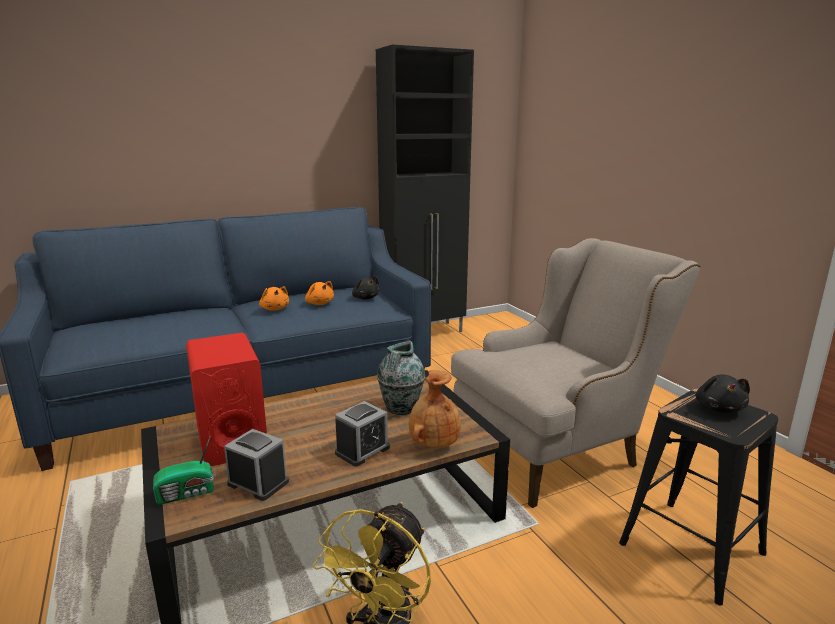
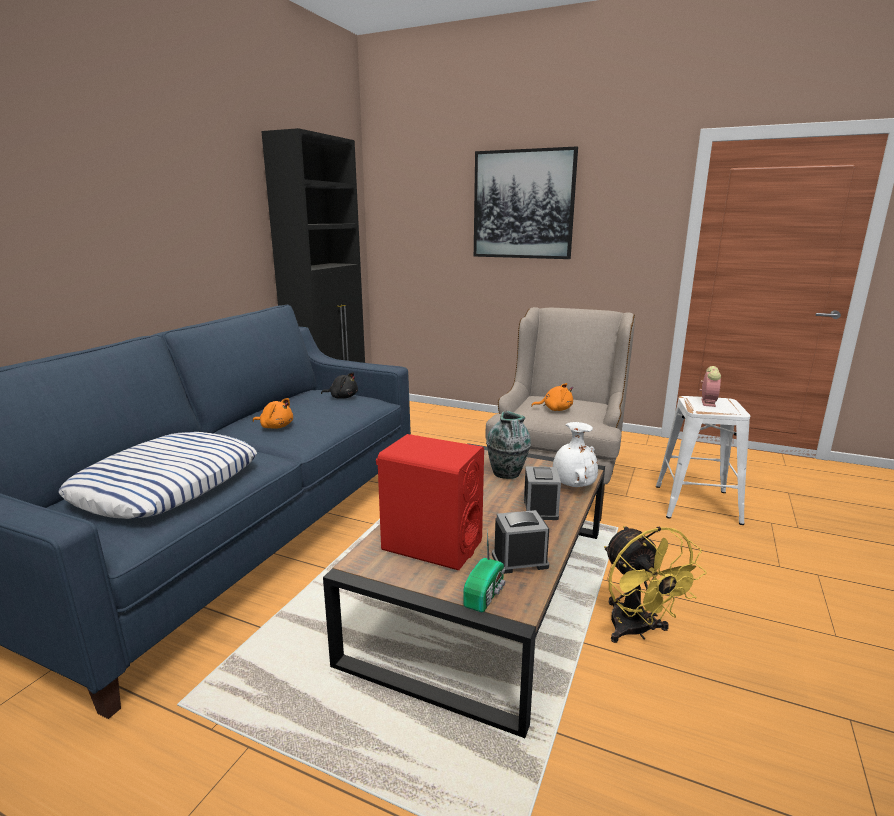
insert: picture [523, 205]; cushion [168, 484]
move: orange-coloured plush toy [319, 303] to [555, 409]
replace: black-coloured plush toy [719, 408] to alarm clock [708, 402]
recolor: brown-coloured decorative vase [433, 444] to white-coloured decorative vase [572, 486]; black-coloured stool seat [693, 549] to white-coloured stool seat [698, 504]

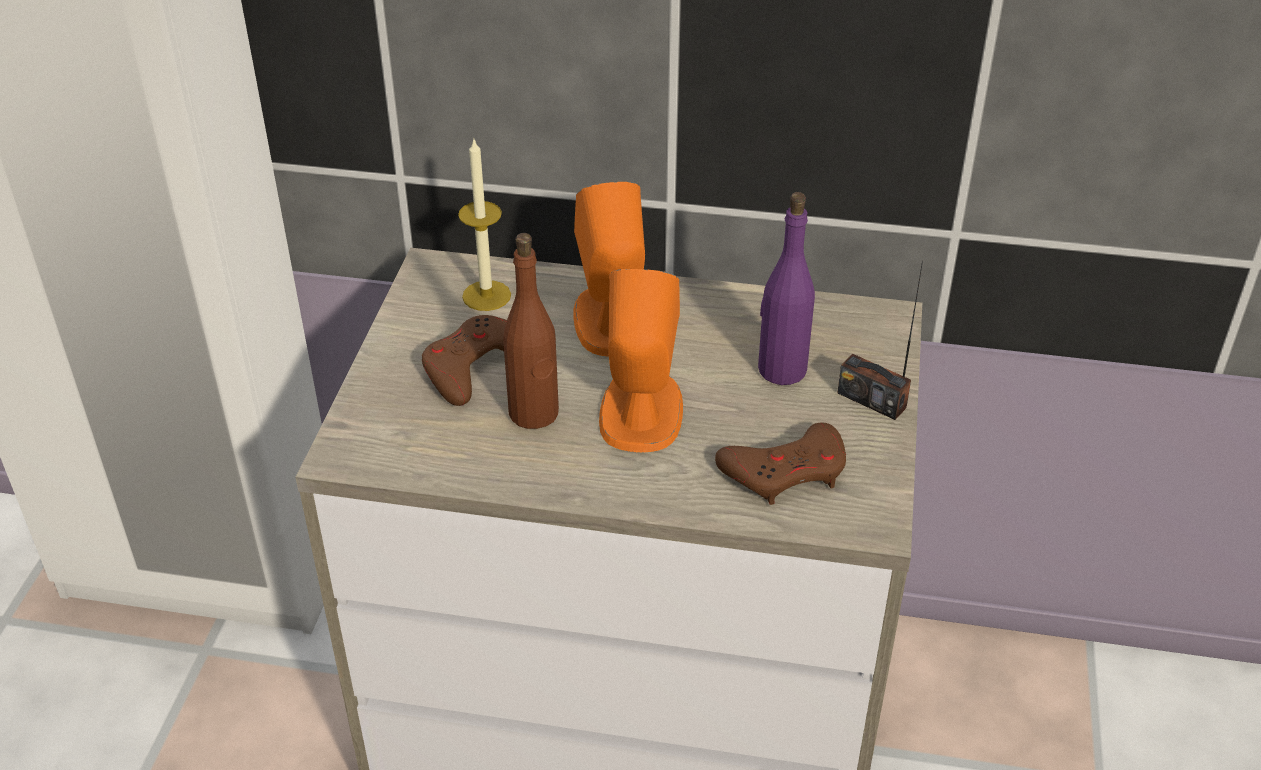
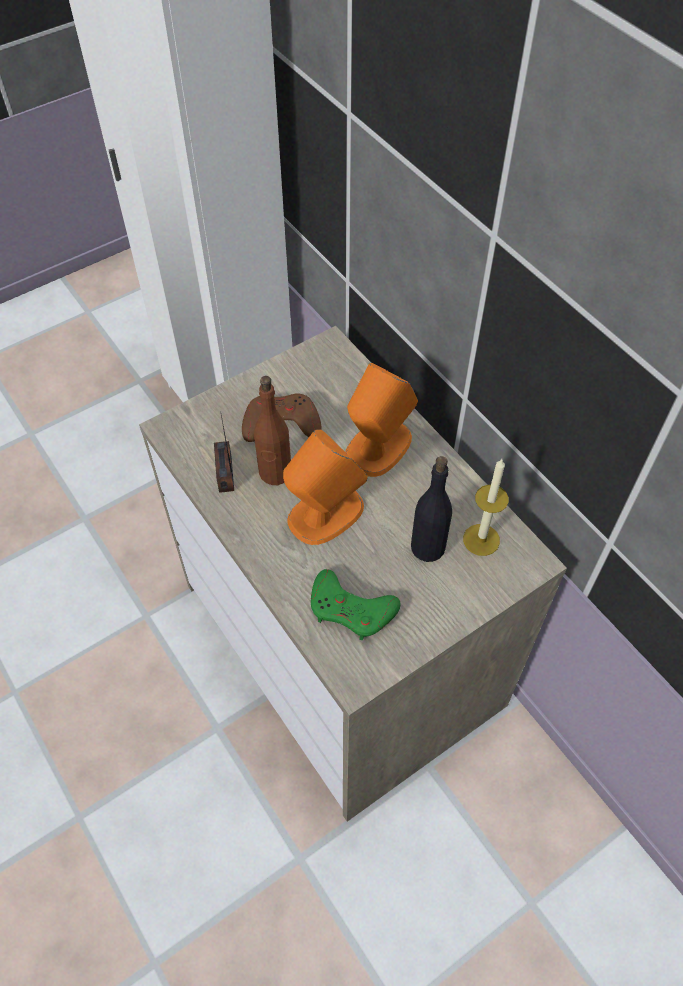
move: wax light [486, 296] to [481, 539]; radio [872, 400] to [225, 473]
recolor: purple beverage bottle [781, 370] to black-coloured beverage bottle [427, 547]; brown-coloured game controller [786, 471] to greenish game controller [351, 609]

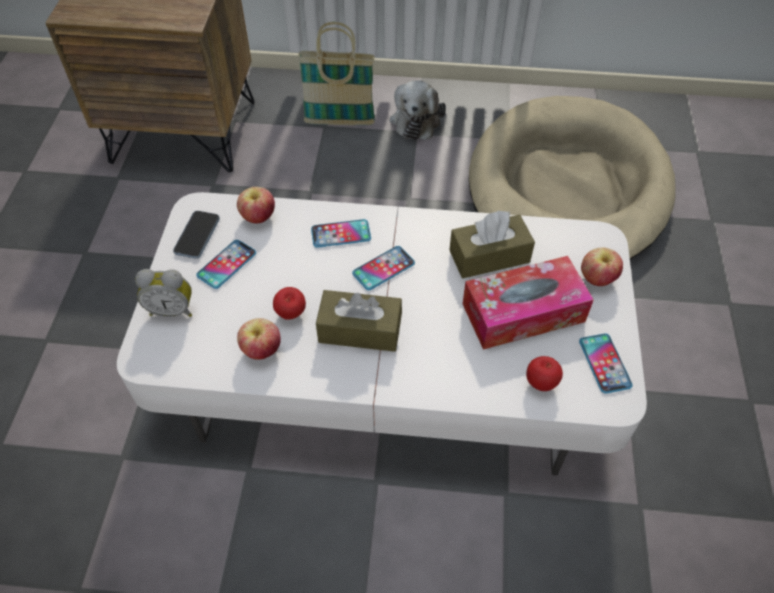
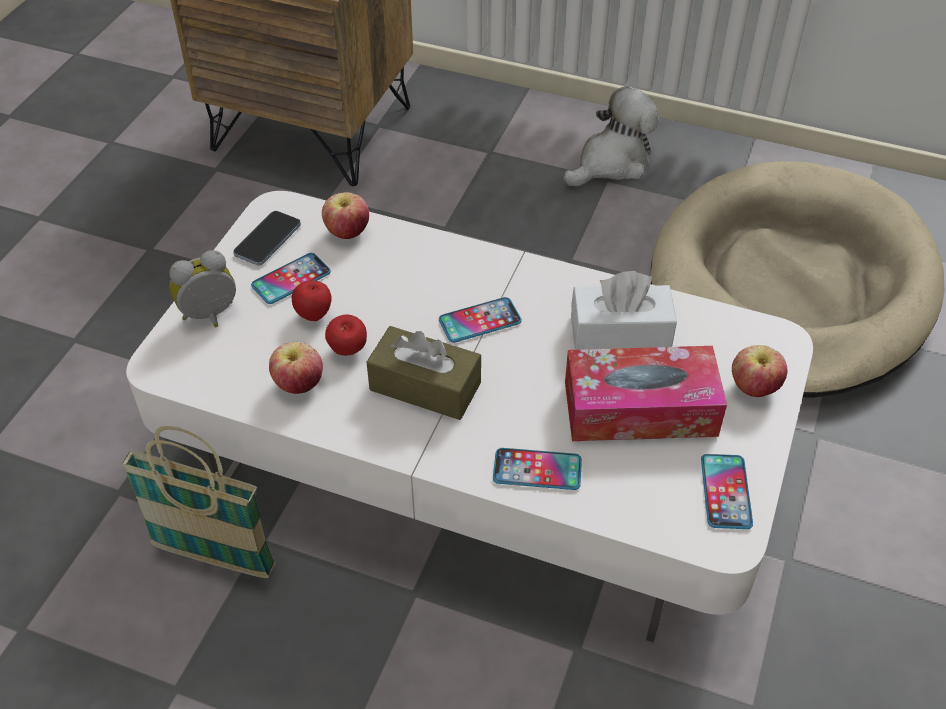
move: storage basket [339, 122] to [214, 557]; phone [341, 234] to [537, 470]; apple [541, 383] to [314, 315]
recolor: brown-coloured tissue holder [489, 256] to white-coloured tissue holder [620, 333]
rotate: plush toy [416, 119] = [612, 163] 150 degrees counterclockwise; alarm clock [172, 309] = [211, 317] 135 degrees clockwise

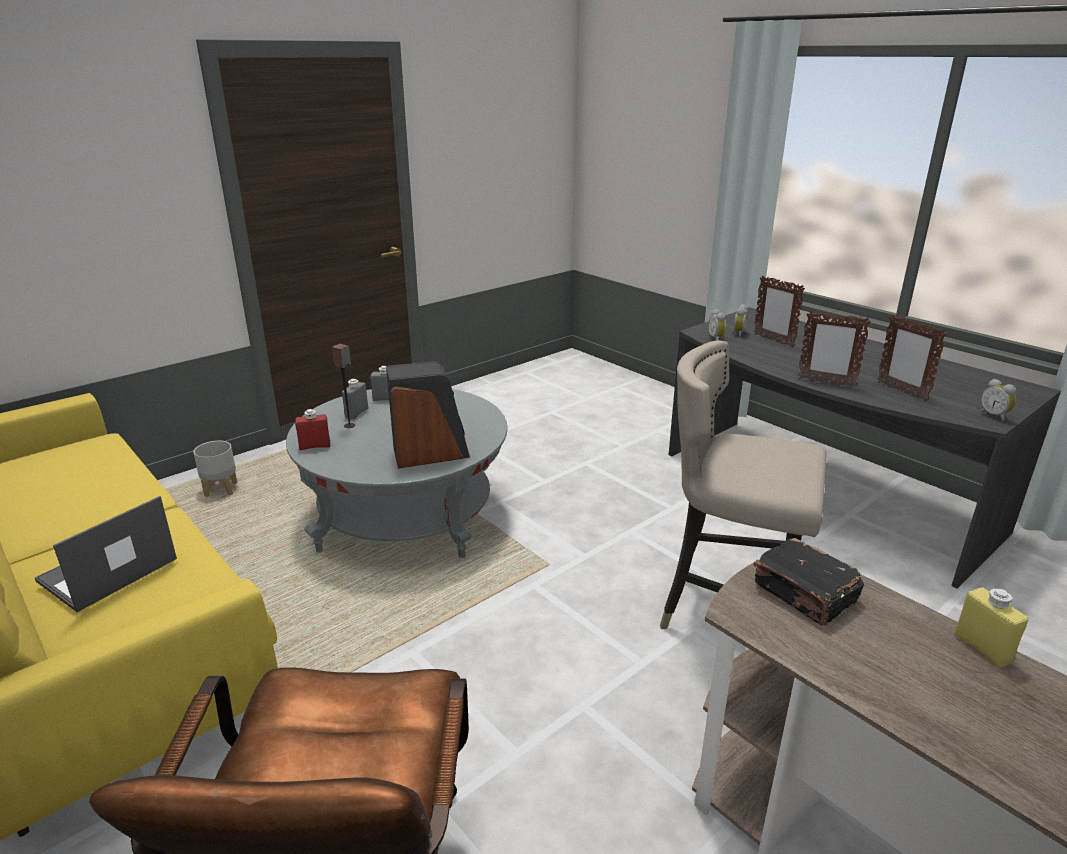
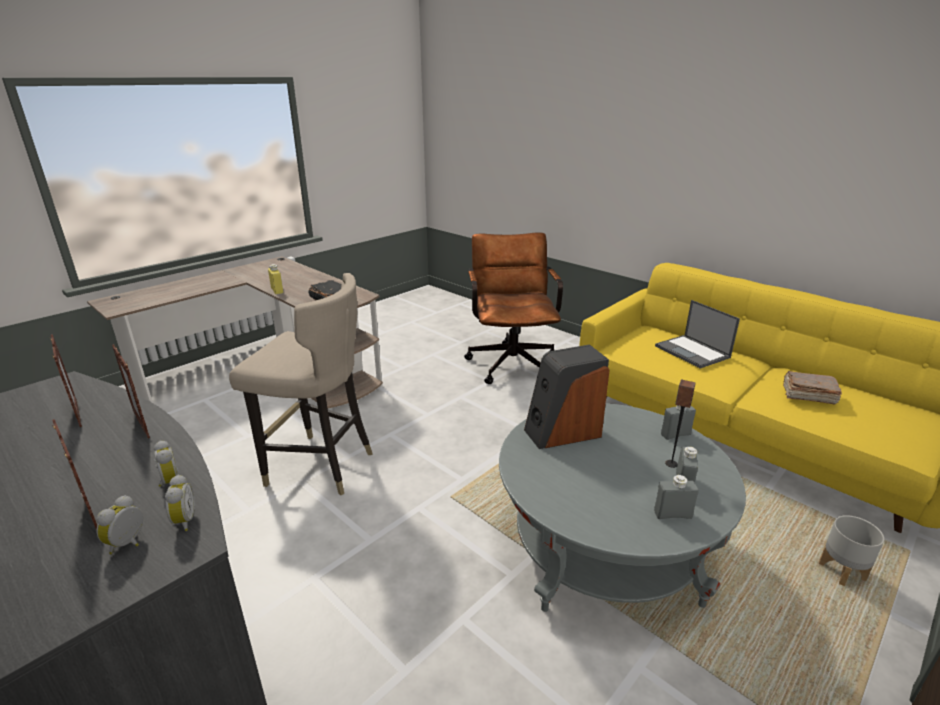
insert: brown-coloured book [807, 395]
move: alarm clock [994, 415] to [169, 483]
recolor: red-coloured beverage bottle [315, 446] to greyish beverage bottle [675, 434]
rotate: photo frame [825, 382] = [142, 425] 150 degrees counterclockwise; notebook computer [107, 571] = [693, 352] 120 degrees clockwise

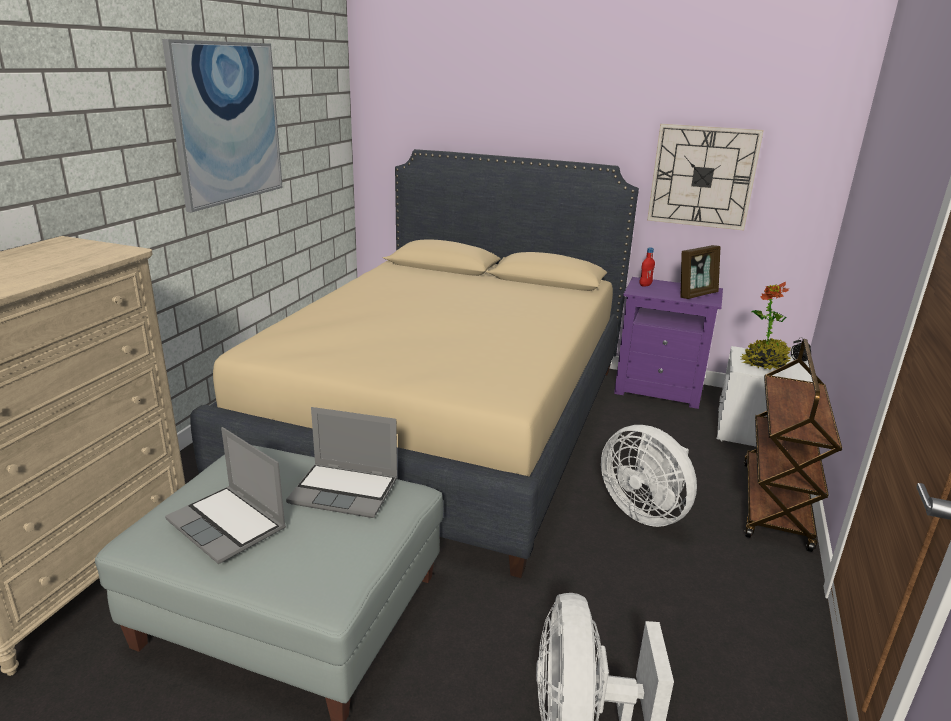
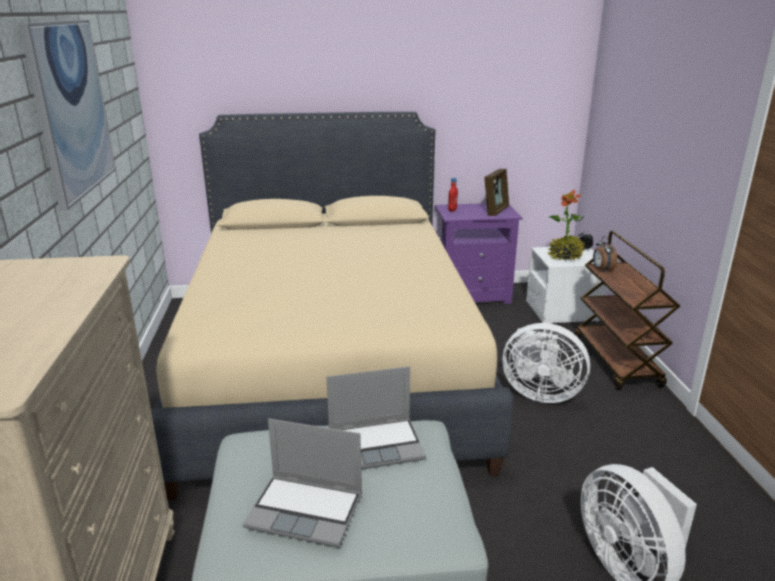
delete: hanging clock [702, 177]
insert: alarm clock [602, 270]

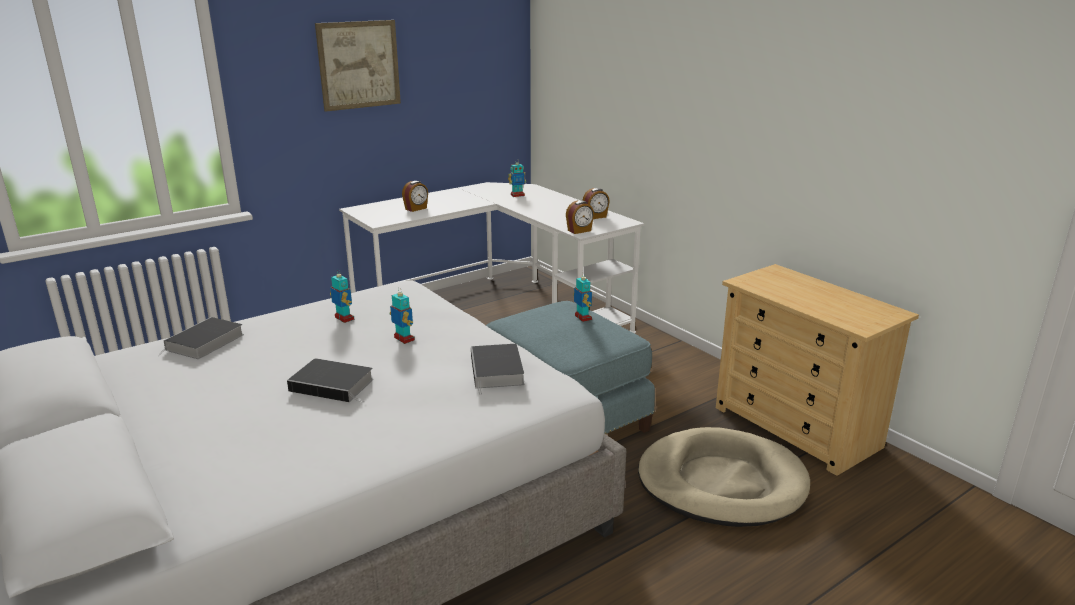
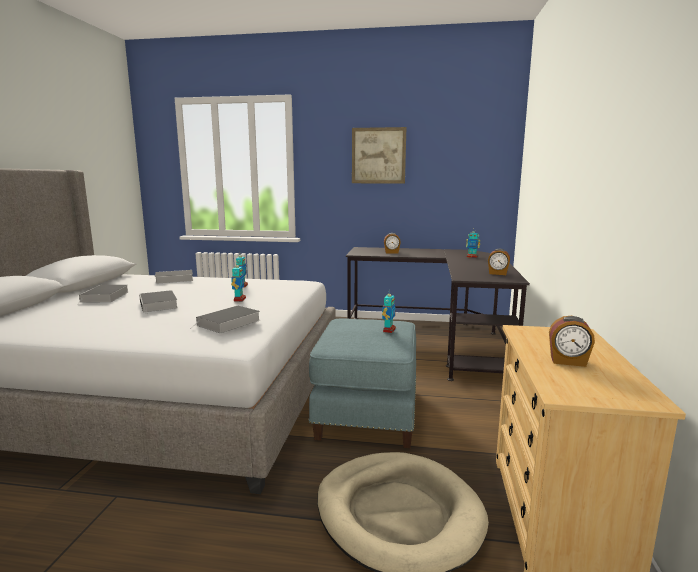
insert: book [105, 297]
move: alarm clock [579, 231] to [568, 361]
recolor: white-coloured desk unit [497, 309] to black-coloured desk unit [438, 340]

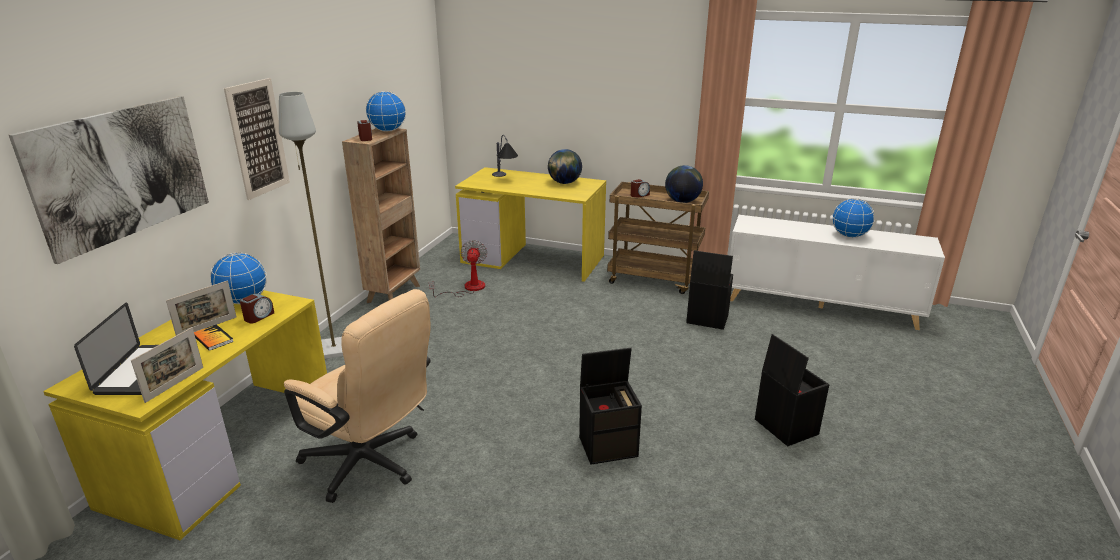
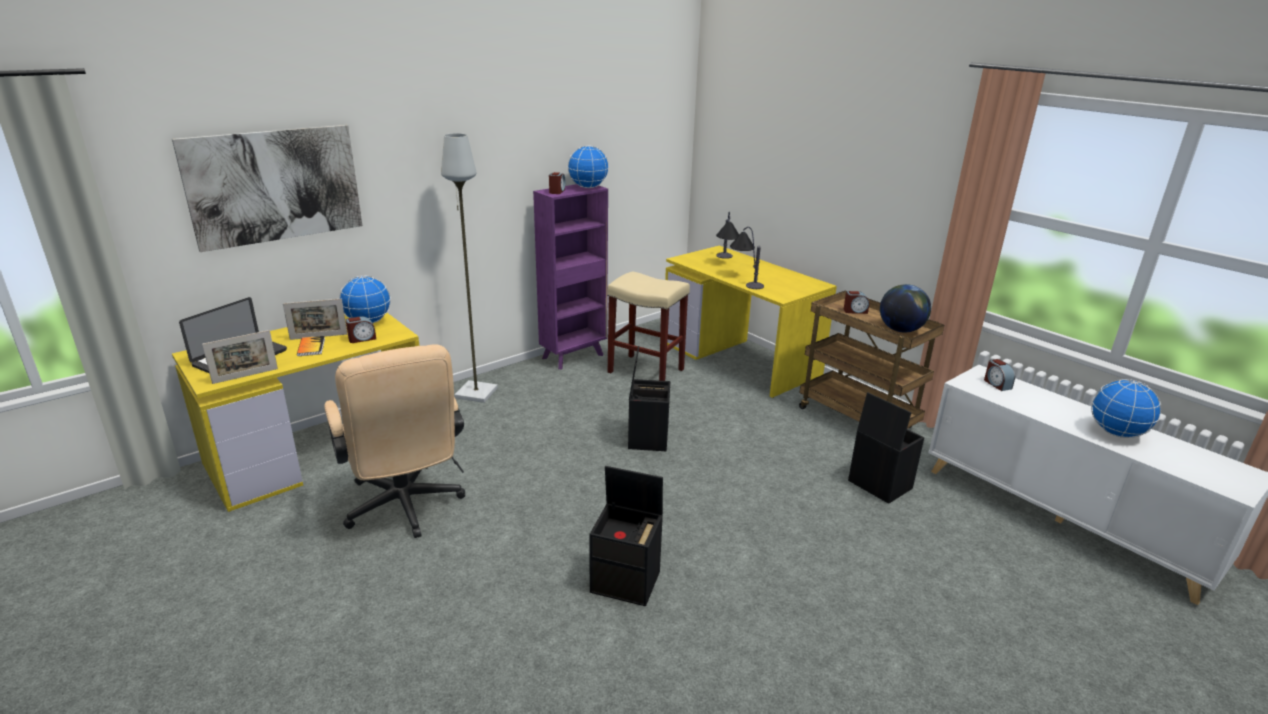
delete: picture [258, 138]; world globe [564, 183]
insert: lamp for a table [745, 280]; alarm clock [997, 384]
move: black-coloured storage box [784, 426] to [647, 437]
replace: fan [467, 288] to beige-coloured stool seat [644, 371]
recolor: brown-coloured bookcase [394, 293] to purple bookcase [574, 356]

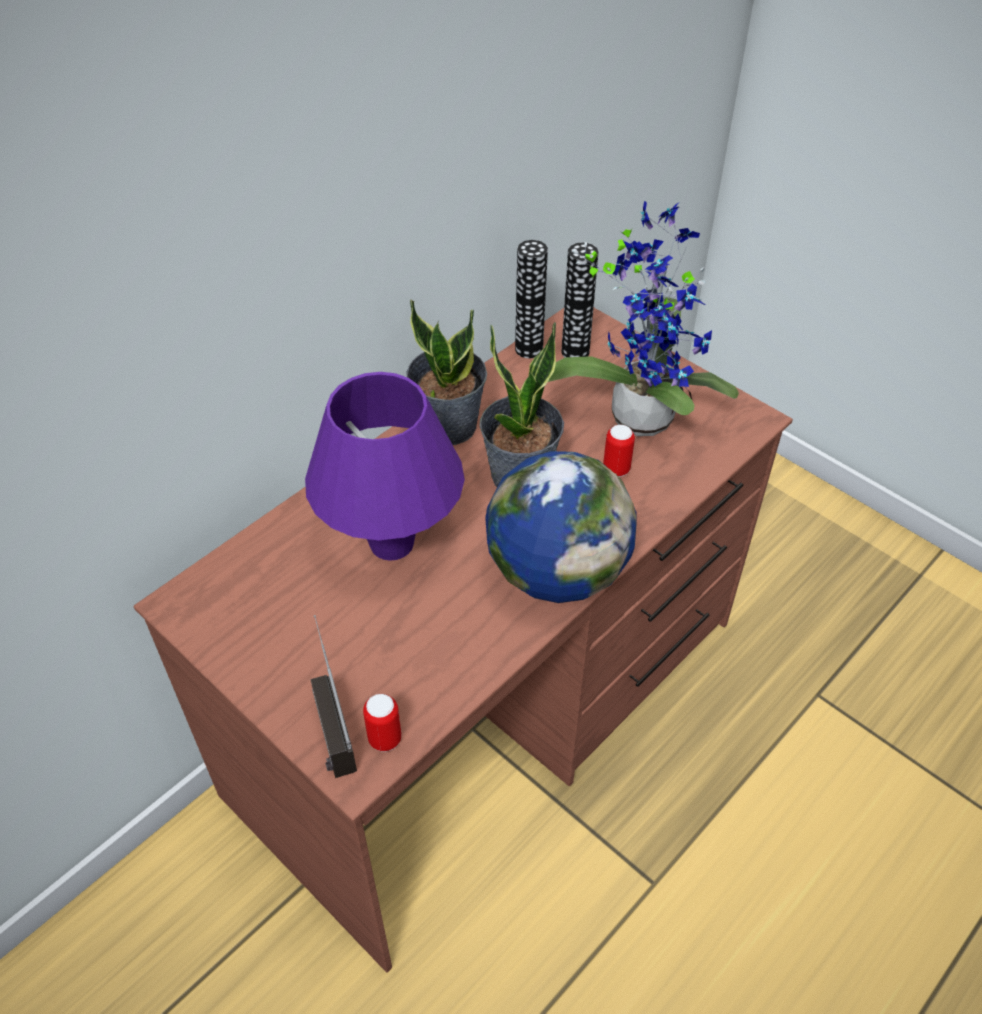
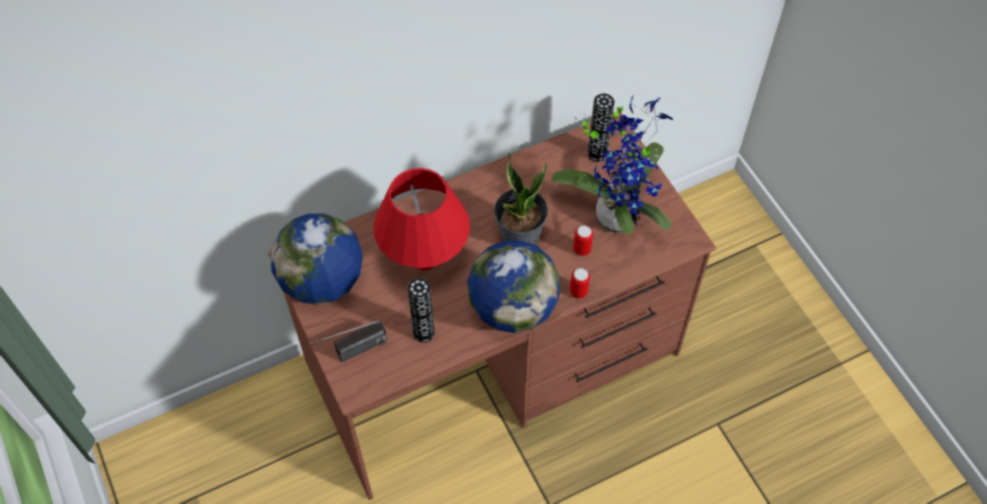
delete: houseplant [448, 425]
insert: world globe [322, 282]
move: decorative vase [529, 349] to [423, 333]; sealed can [385, 739] to [578, 292]
recolor: purple lamp for a table [392, 543] to red-coloured lamp for a table [424, 258]
rotate: radio [327, 717] = [350, 353] 120 degrees counterclockwise

